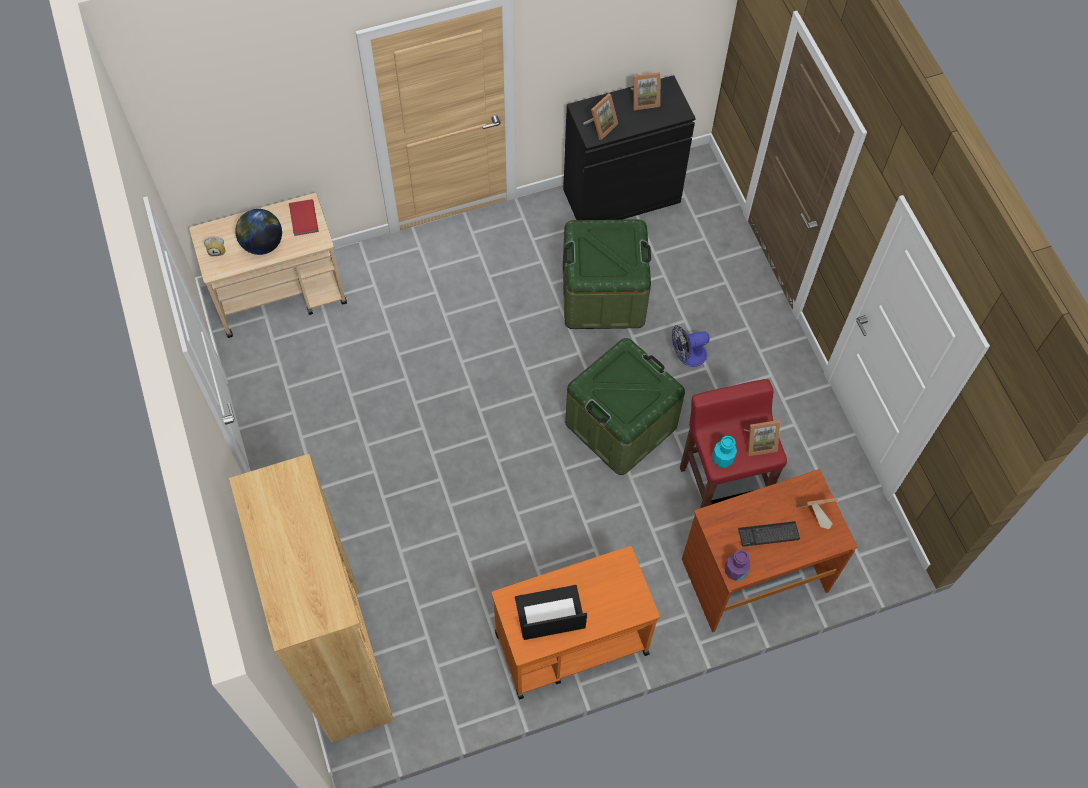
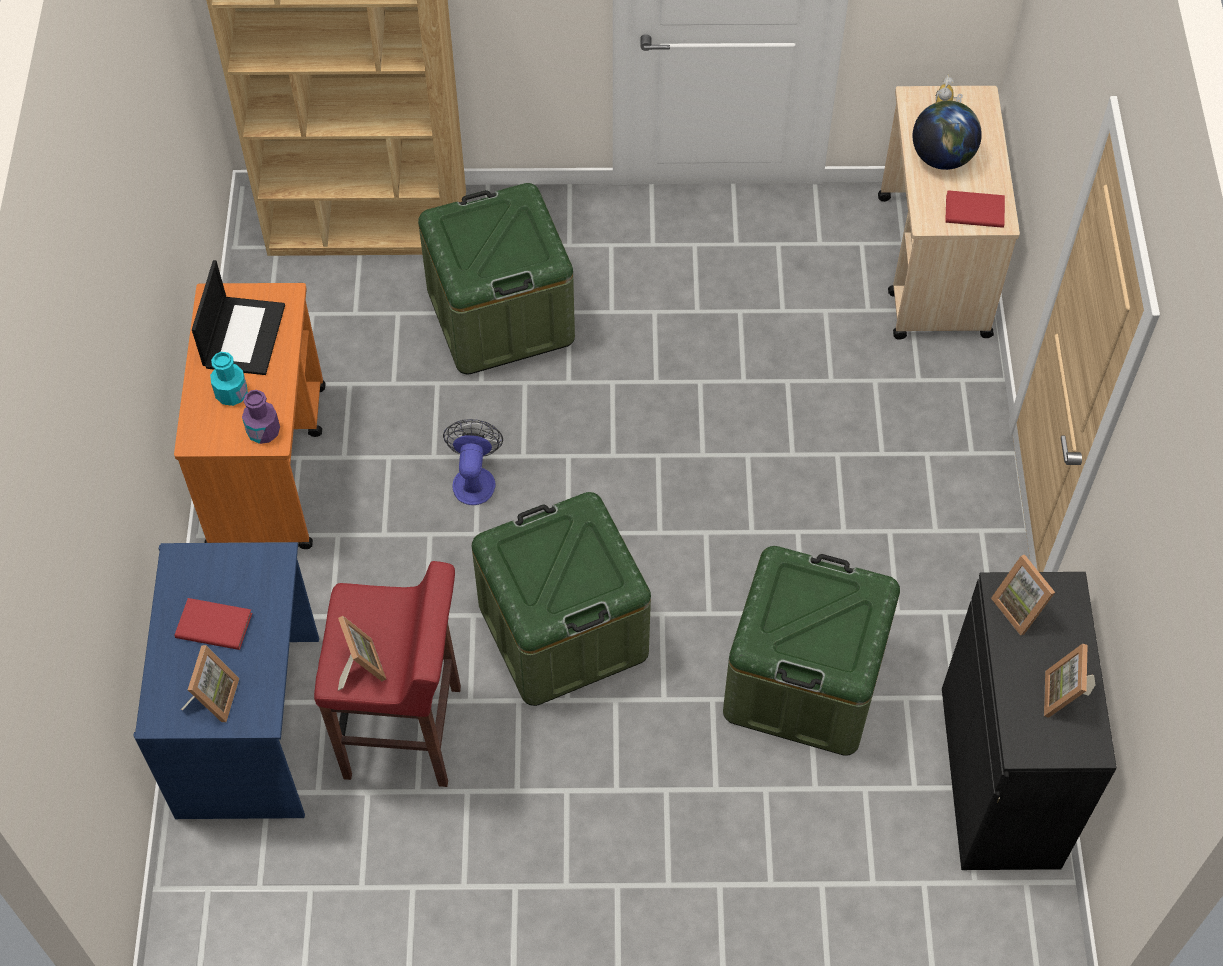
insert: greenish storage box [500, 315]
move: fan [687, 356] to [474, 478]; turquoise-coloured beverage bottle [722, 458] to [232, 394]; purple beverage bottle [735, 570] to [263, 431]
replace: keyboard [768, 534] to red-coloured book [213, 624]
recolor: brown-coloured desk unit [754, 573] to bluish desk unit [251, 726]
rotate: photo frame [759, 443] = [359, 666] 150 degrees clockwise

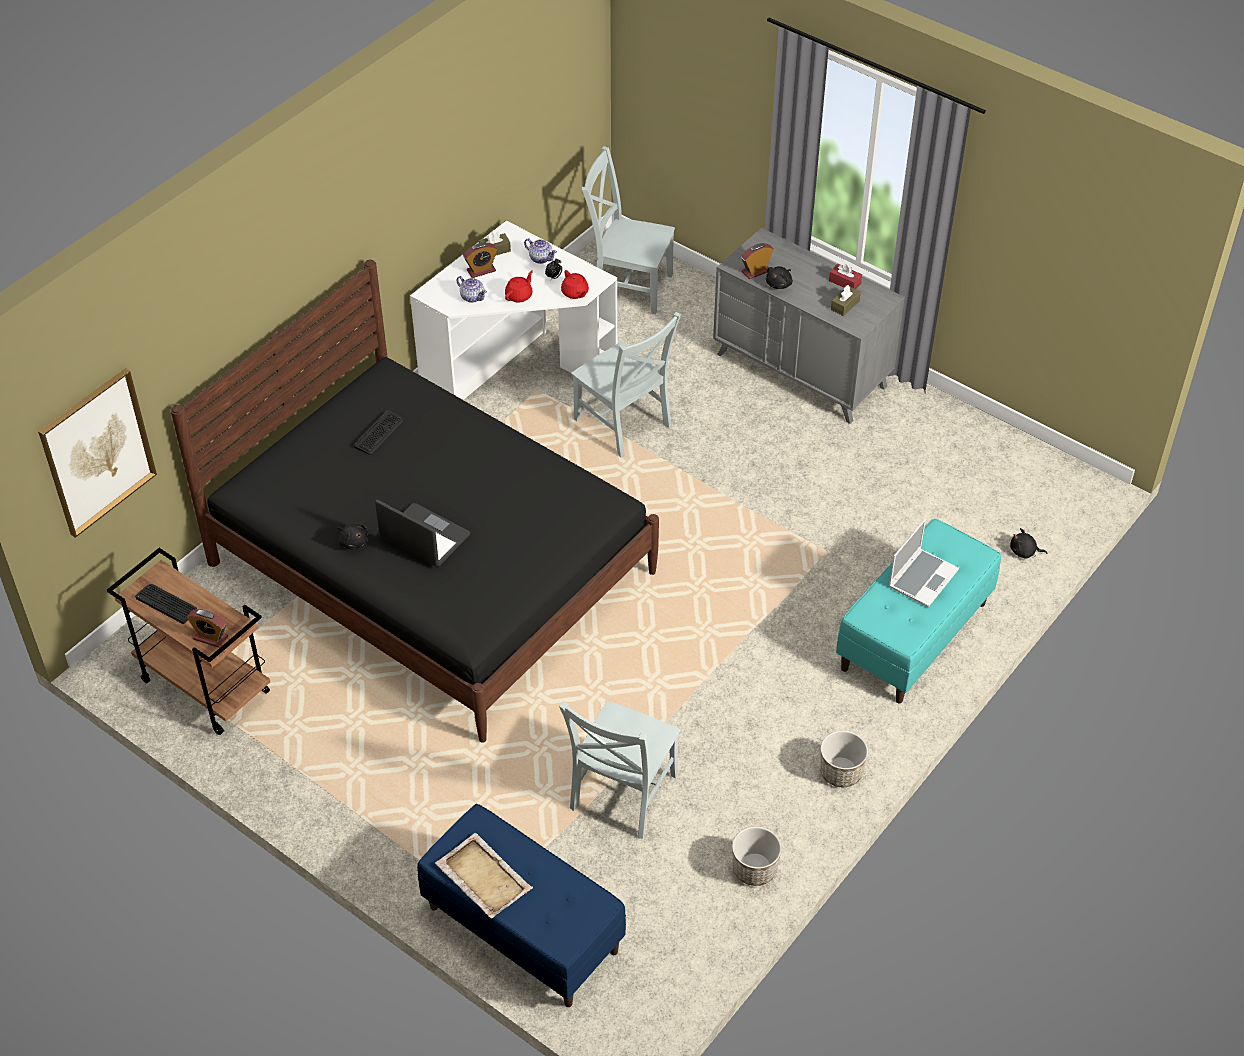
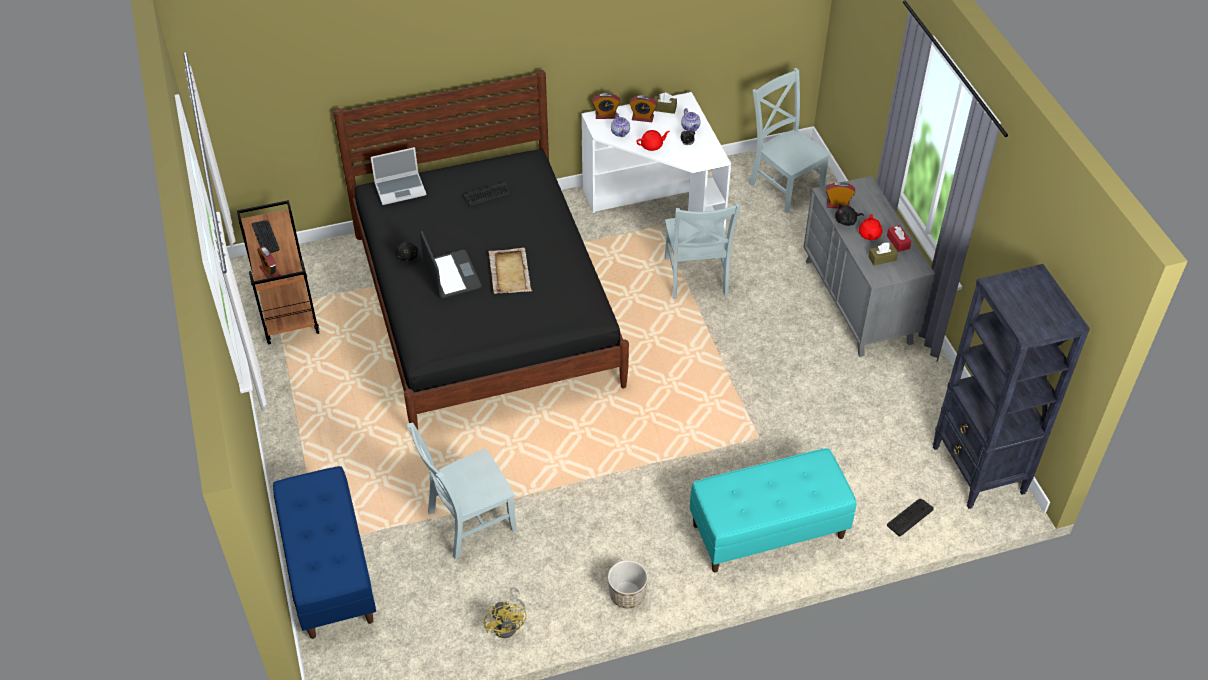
delete: picture [97, 452]
insert: alarm clock [606, 115]; black-coloured bookcase [978, 471]
move: red-coloured tea pot [575, 293] to [869, 235]; notebook computer [922, 578] to [401, 189]; beige-coloured serving tray [483, 877] to [510, 272]
replace: black-coloured plush toy [1024, 552] to keyboard [909, 517]; flower pot [754, 869] to yellow-coloured fan [508, 624]

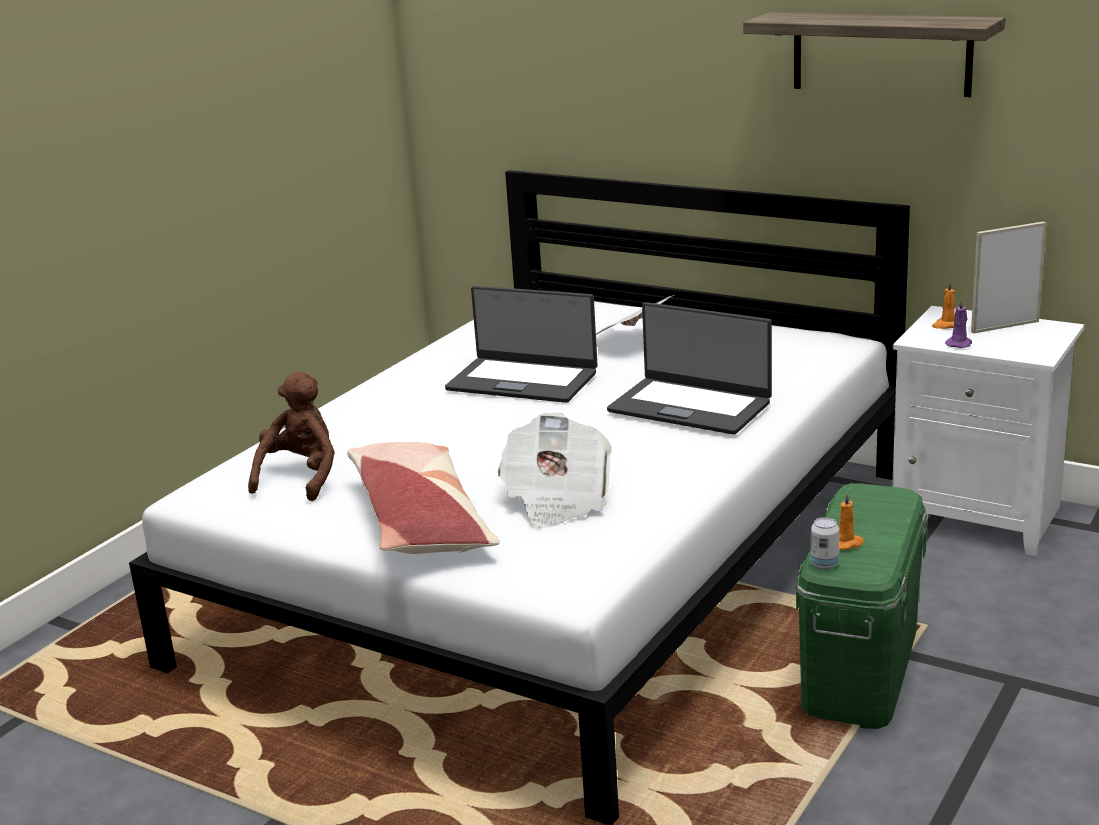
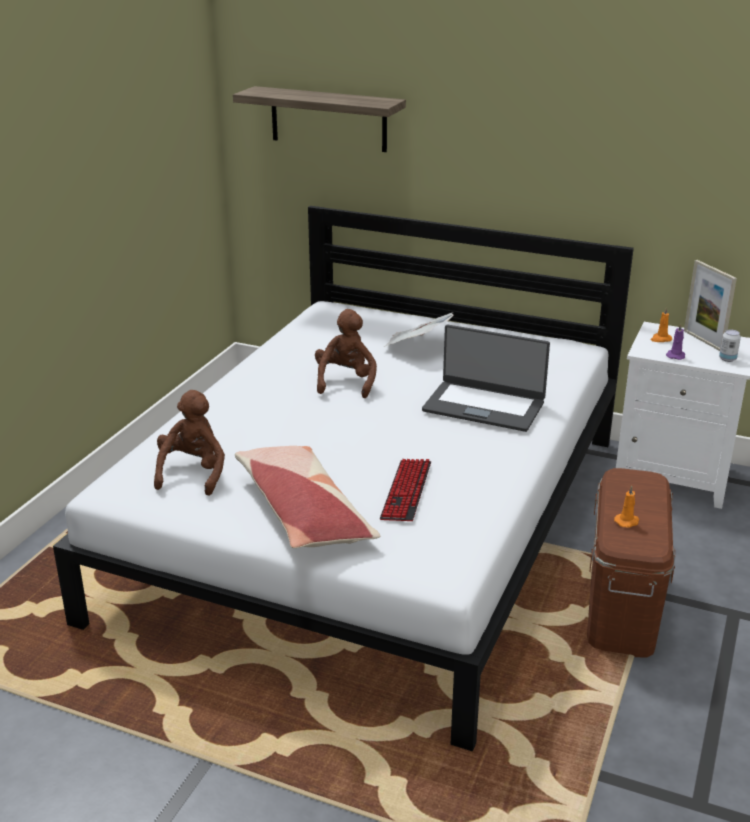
move: shelf [881, 53] to [328, 119]; sealed can [824, 564] to [727, 359]
replace: notebook computer [523, 380] to brown-coloured plush toy [346, 382]; daily paper [556, 499] to keyboard [406, 491]
recolor: greenish storage box [861, 669] to brown-coloured storage box [622, 607]
rotate: photo frame [1005, 326] = [703, 341] 90 degrees counterclockwise

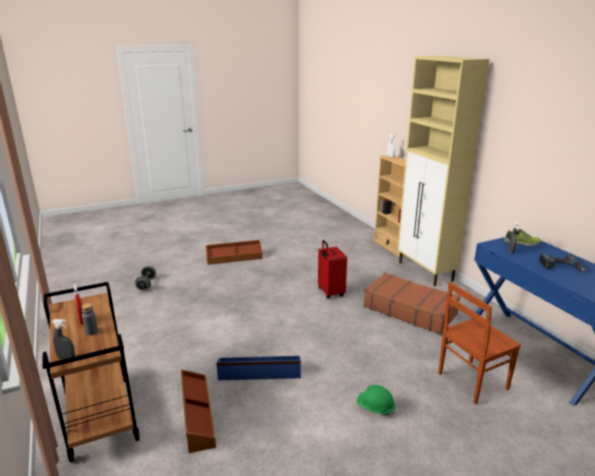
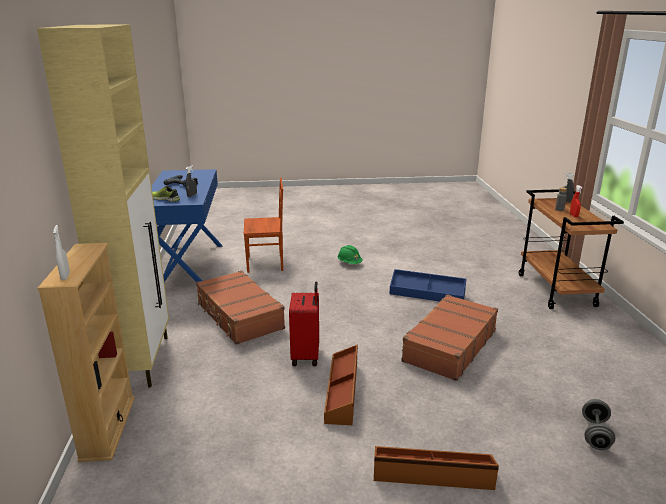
insert: brown-coloured suitcase [449, 346]
move: brown-coloured storage box [197, 415] to [343, 392]

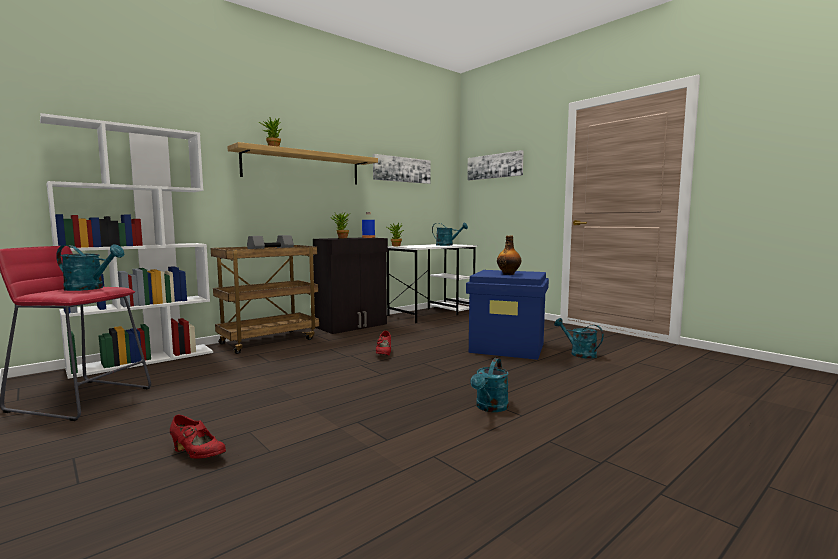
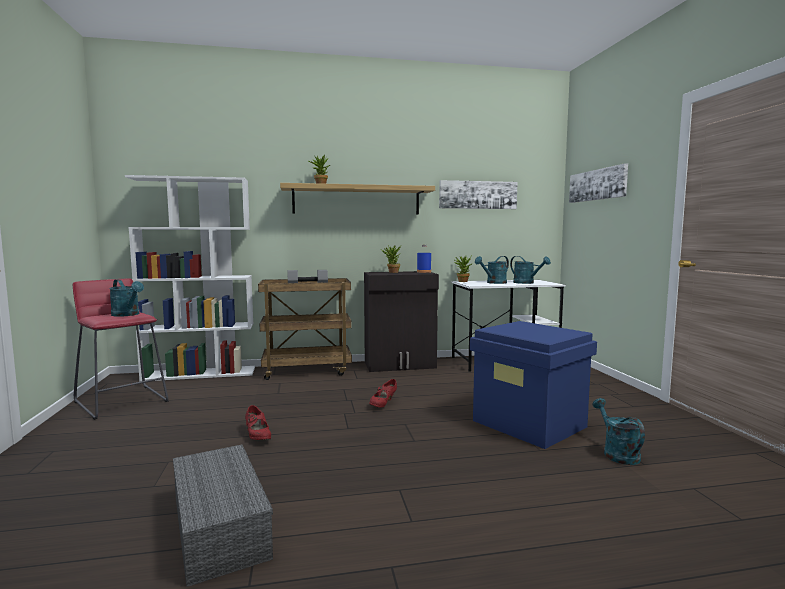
delete: beverage bottle [508, 274]
insert: greyish storage box [217, 526]
move: turquoise-coloured sprinkling can [490, 408] to [494, 283]; red-coloured item of footwear [197, 454] to [257, 437]

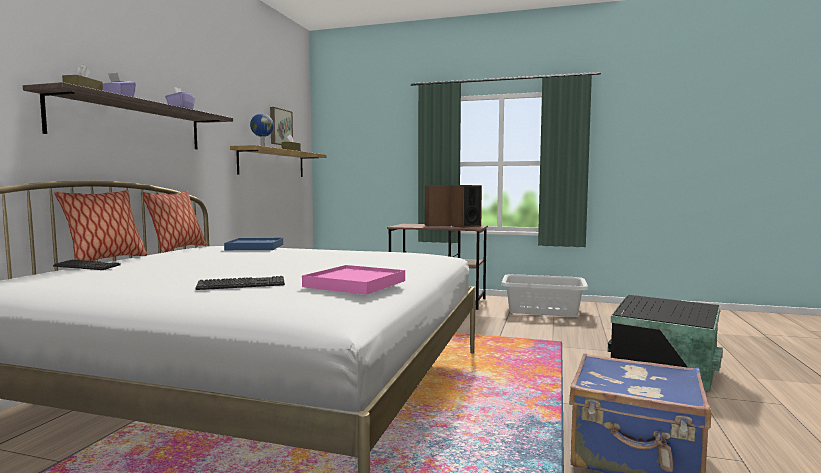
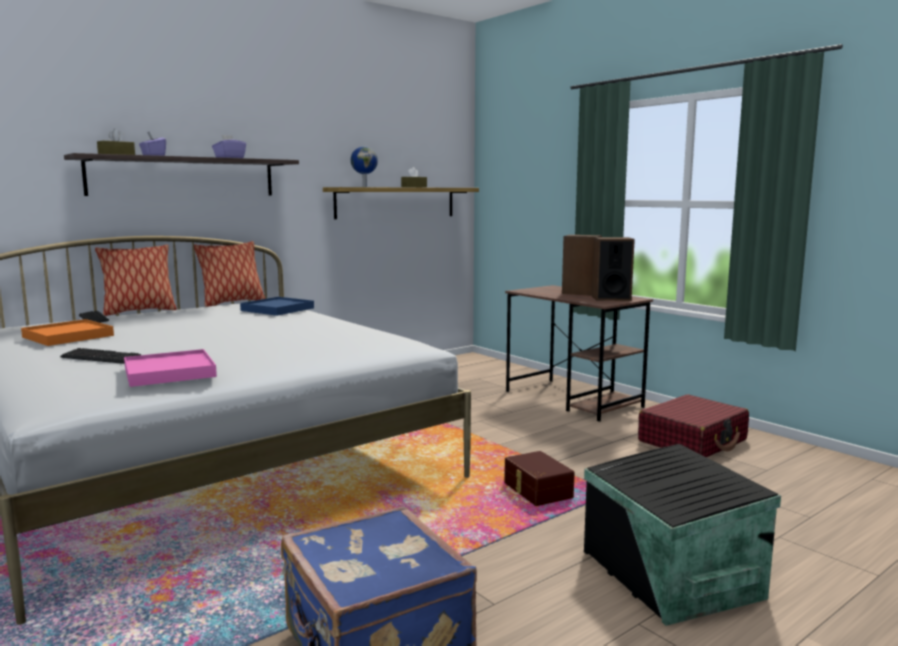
delete: picture [280, 127]
insert: orange-coloured serving tray [68, 336]; brown-coloured storage box [536, 491]
replace: greyish laundry basket [542, 310] to red-coloured suitcase [693, 441]

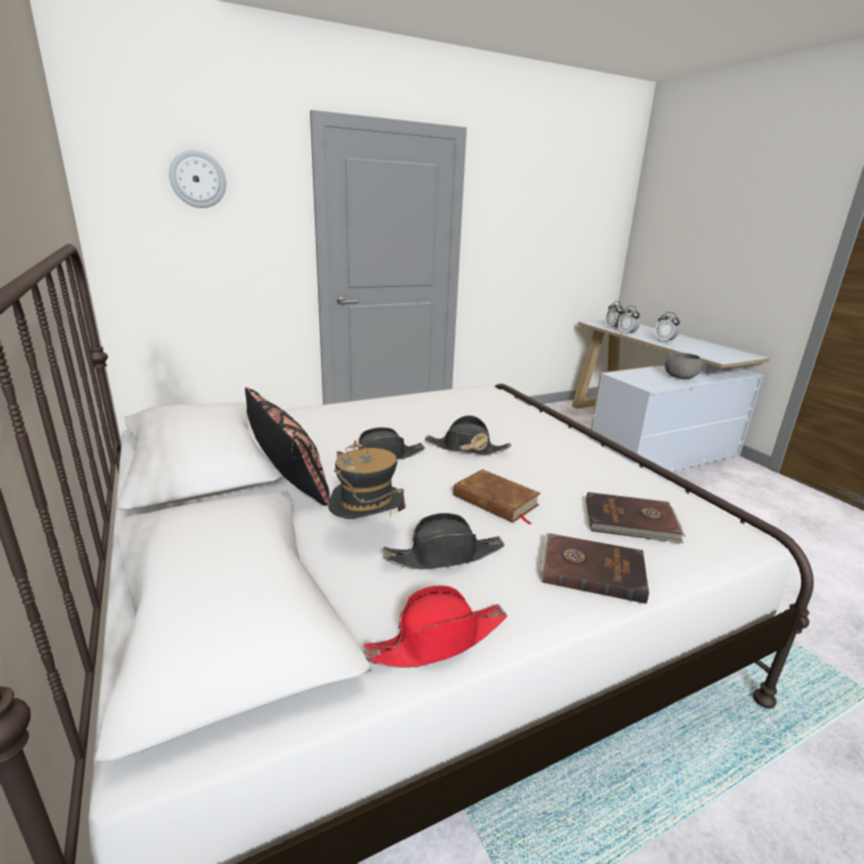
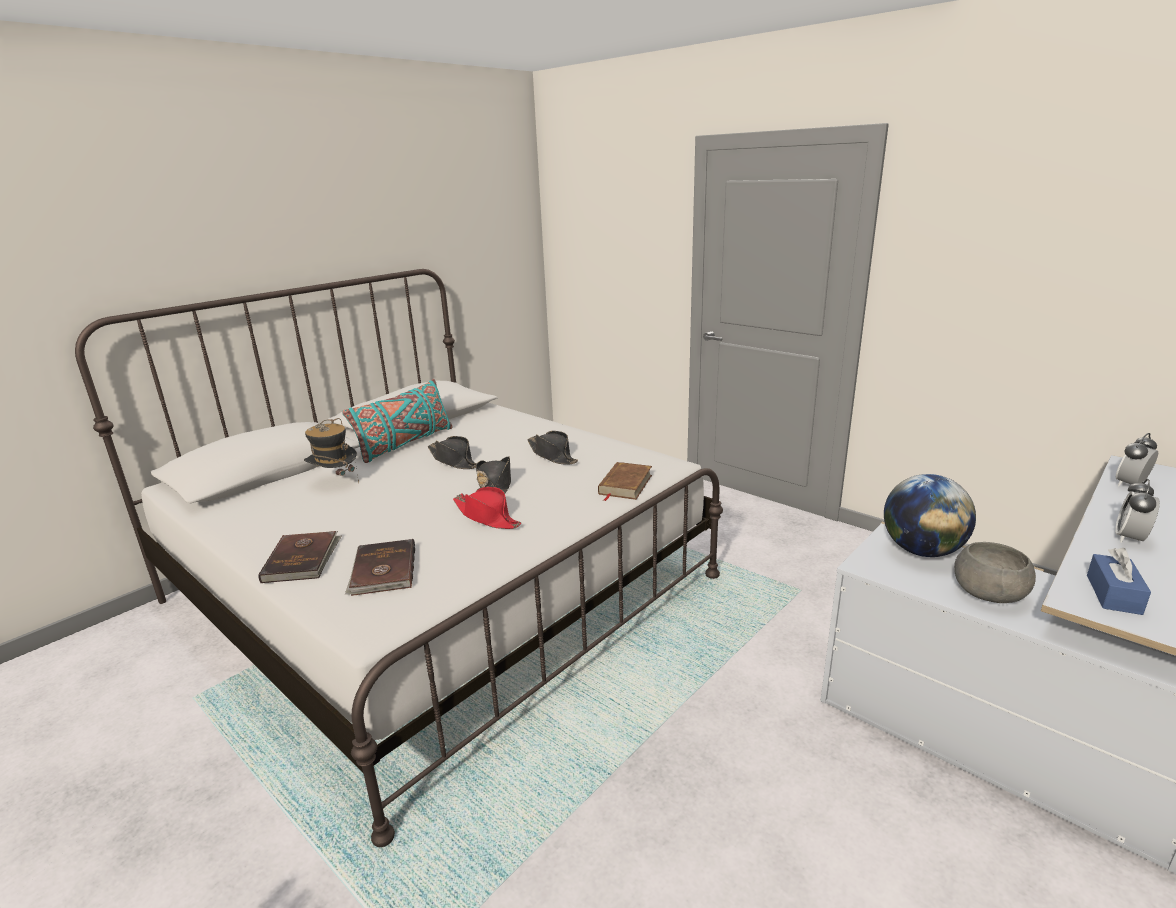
delete: hanging clock [198, 179]; alarm clock [627, 333]
insert: world globe [921, 551]; bluish tissue holder [1113, 594]
move: brown-coloured book [495, 501] to [625, 485]; black-coloured wearable hat [444, 555] to [552, 455]; red-coloured wearable hat [438, 640] to [487, 517]
recolor: black-coloured cushion [287, 476] to turquoise-coloured cushion [405, 444]

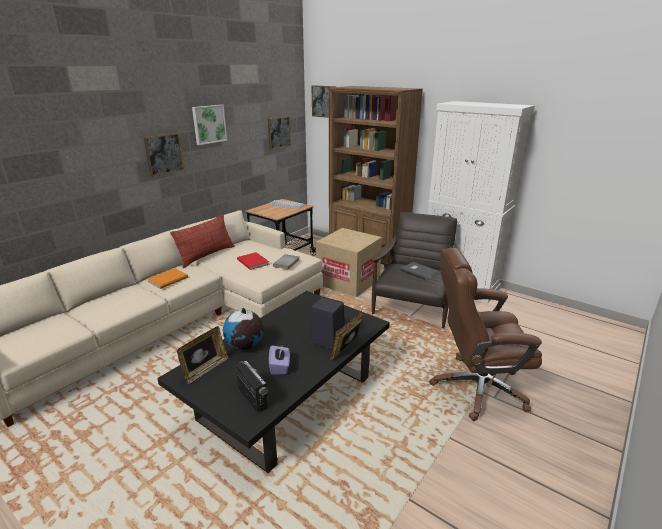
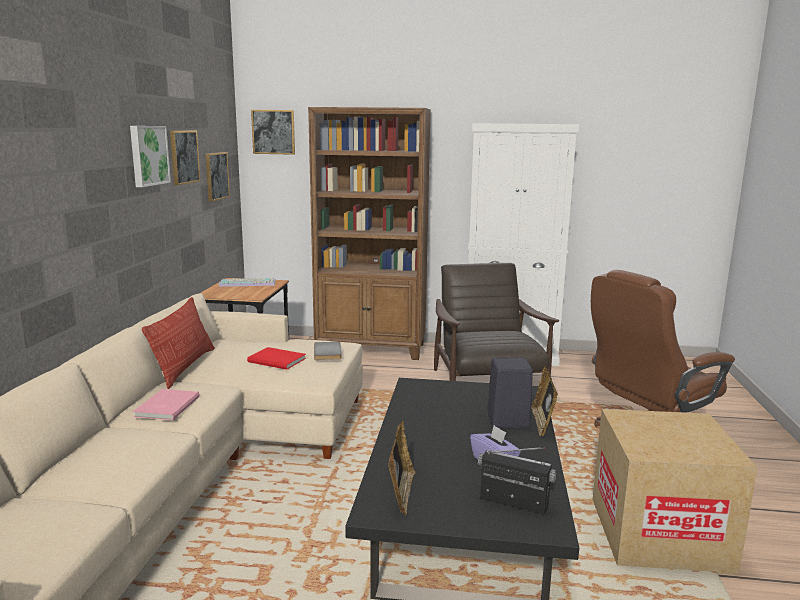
delete: greyish book [418, 271]; world globe [245, 346]
move: picture [164, 154] to [184, 157]; carton [348, 282] to [659, 534]
recolor: orange-coloured book [167, 279] to pink book [165, 407]

